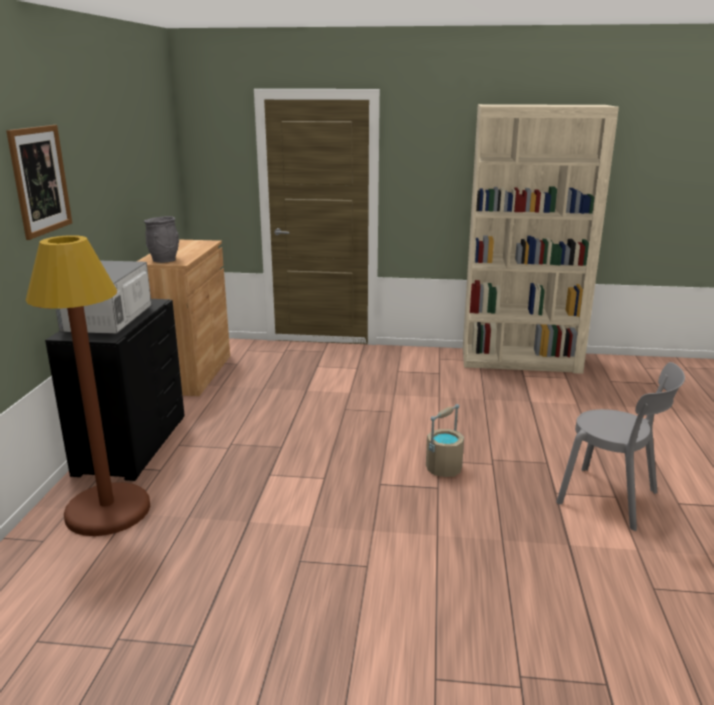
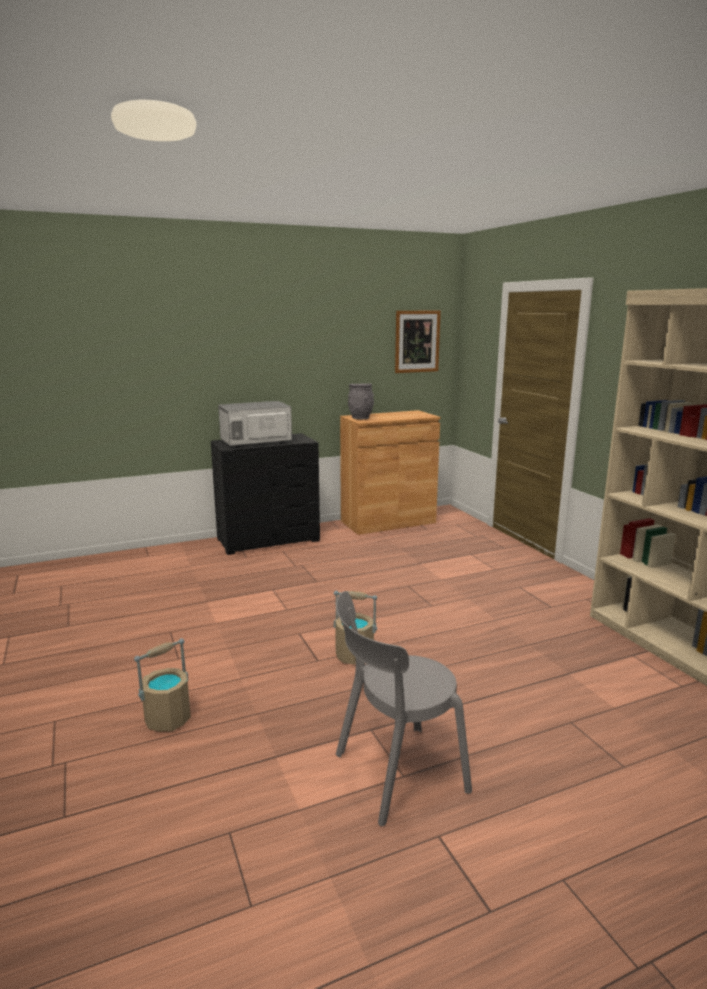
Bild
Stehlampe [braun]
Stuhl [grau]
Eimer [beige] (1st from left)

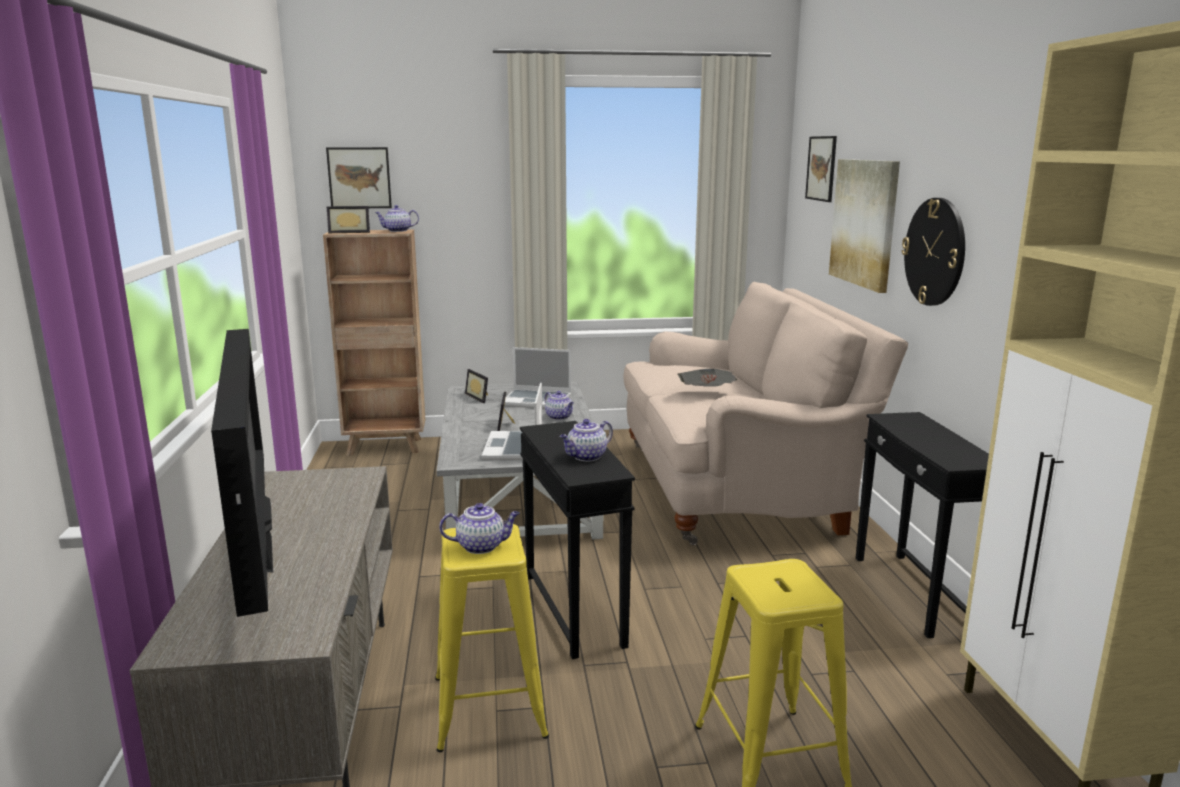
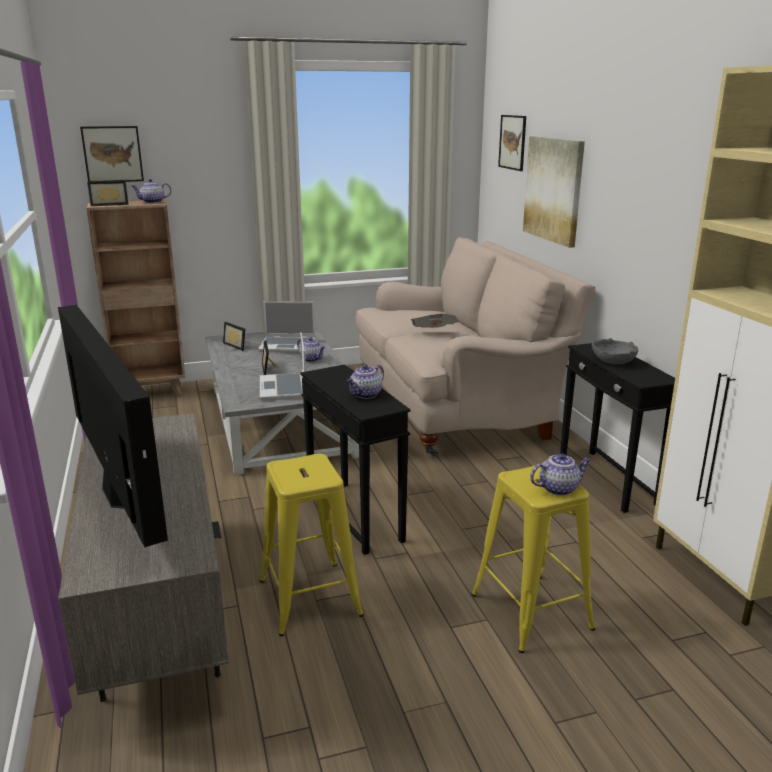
Teekanne (4th from left)
Wanduhr
Schüssel [grau]

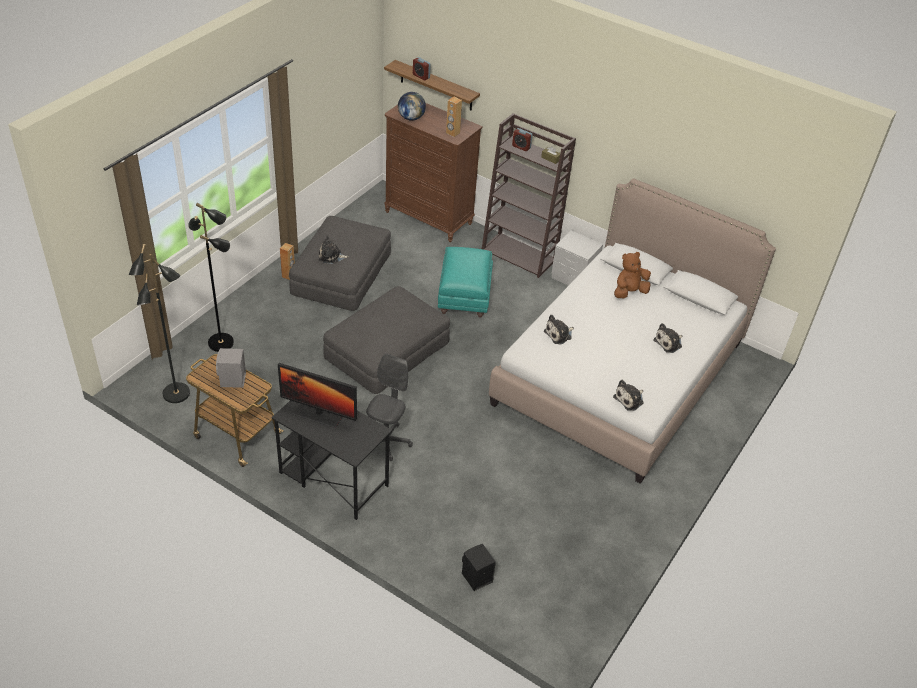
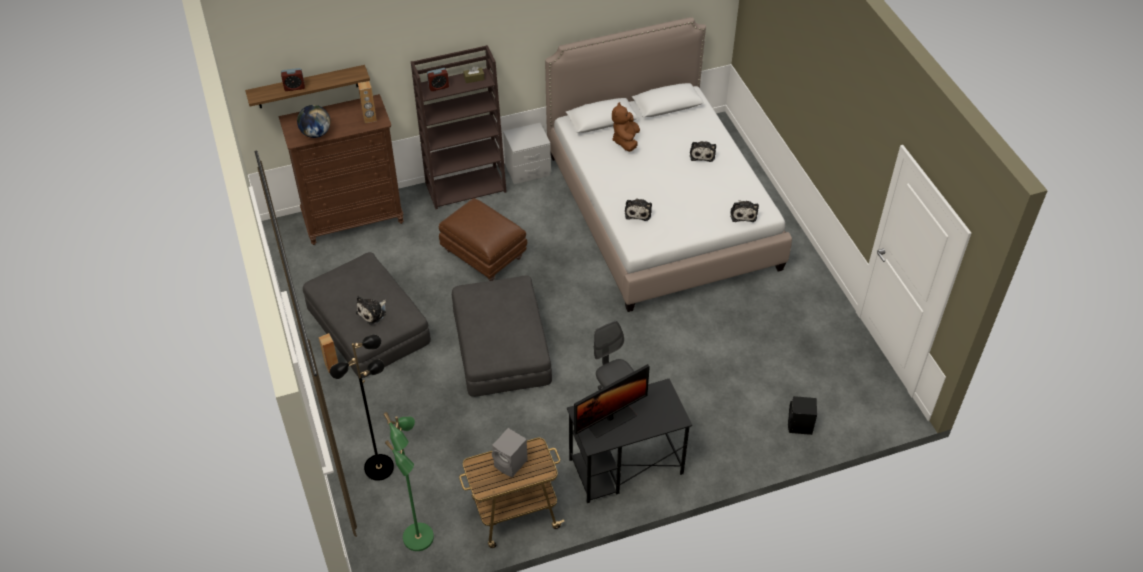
Stehlampe [grün]
Polsterhocker [braun]

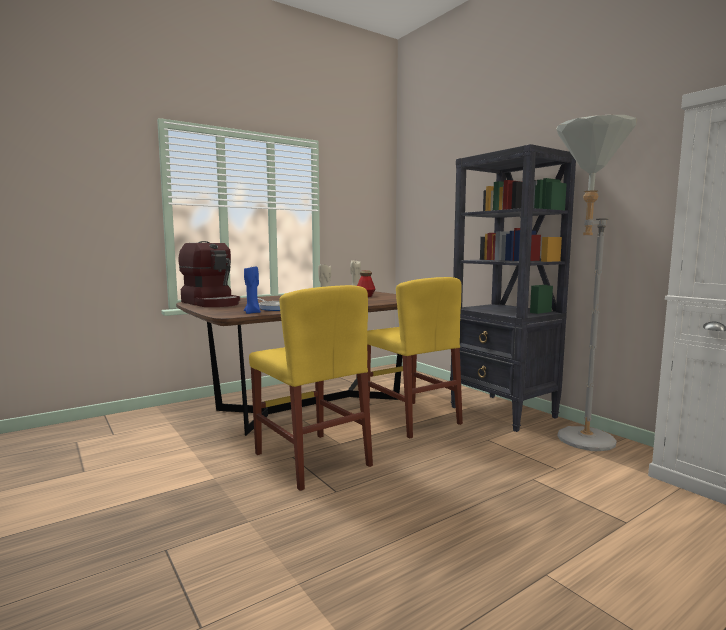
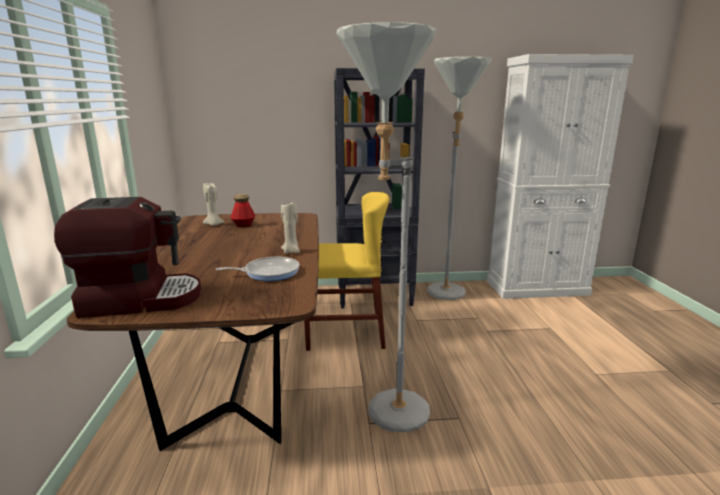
Kerze [blau]
Stehlampe [grau] (1st from left)

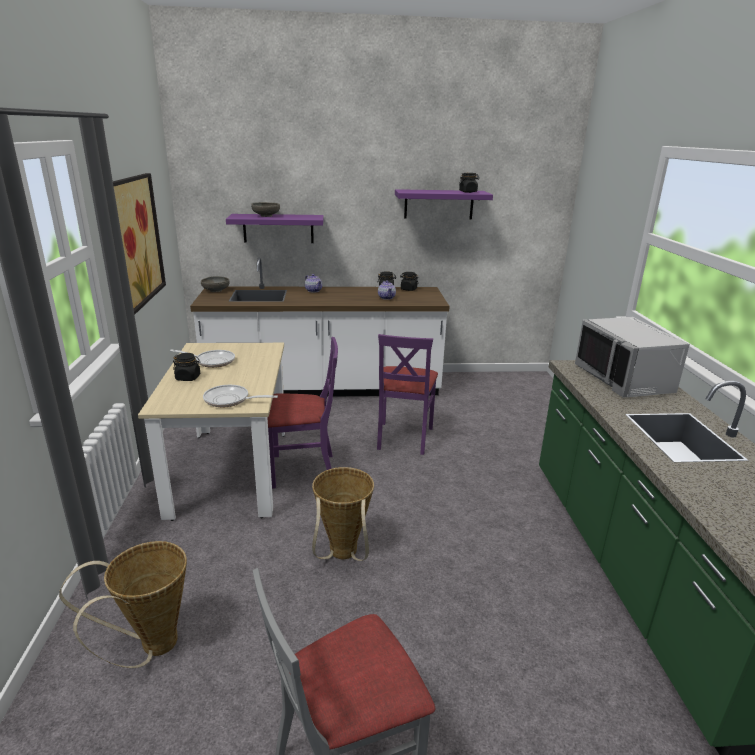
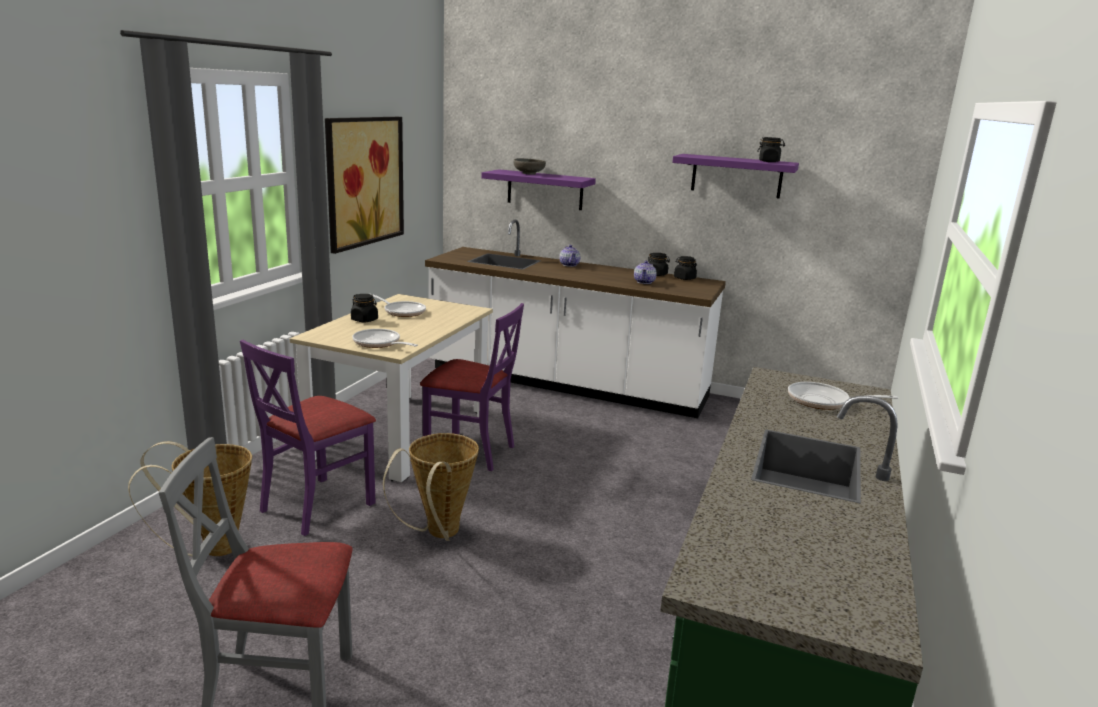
Schüssel [grau] (1st from left in the first image)
Stuhl [lila] (1st from left)
Pfanne (3rd from left)

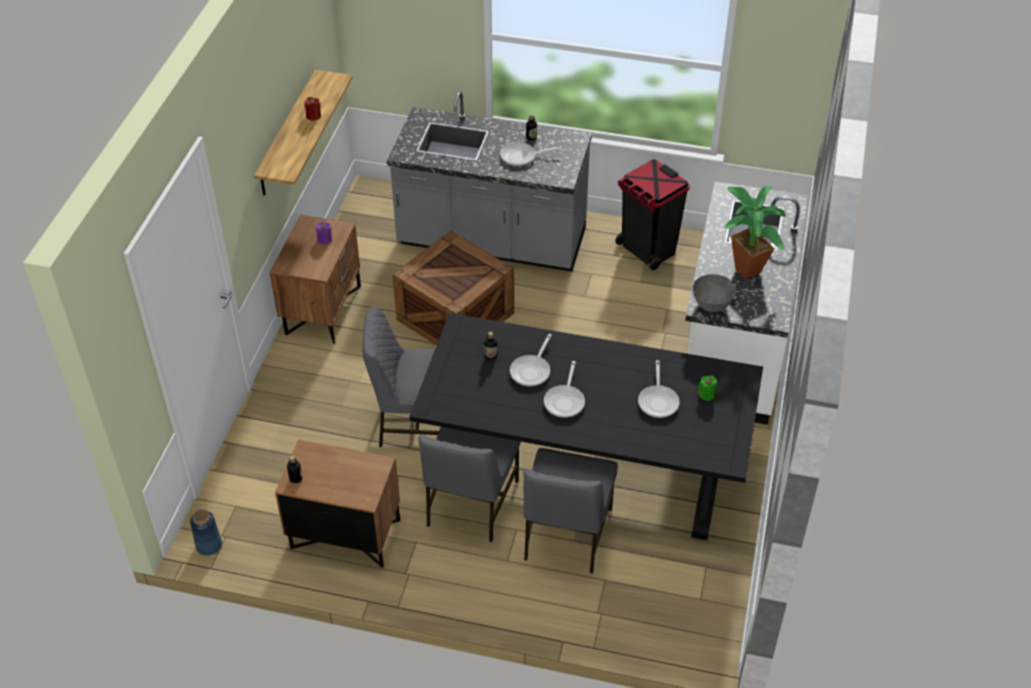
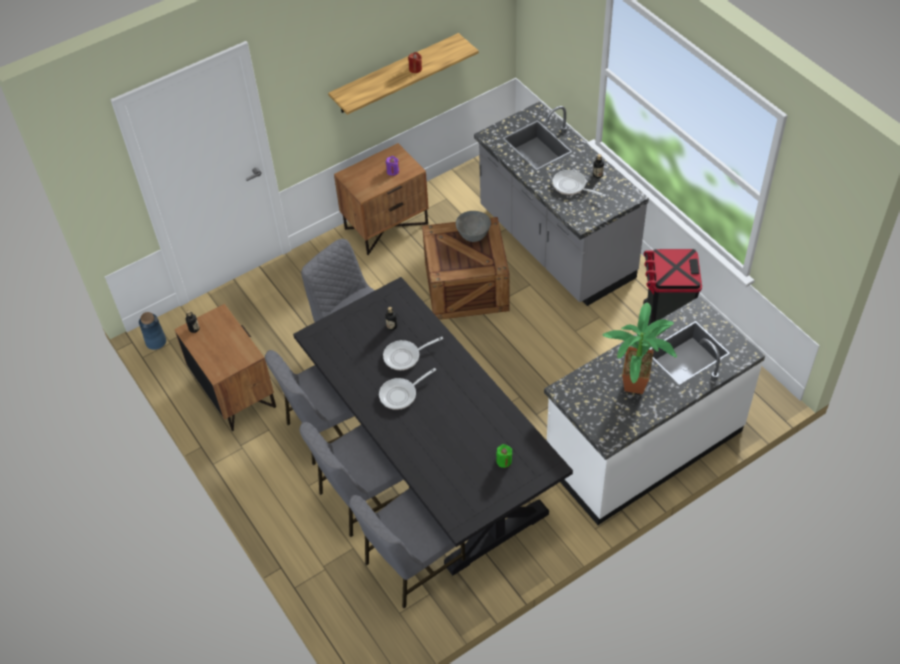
Pfanne (4th from left in the first image)
Schüssel [grau]
Stuhl [grau] (4th from left)

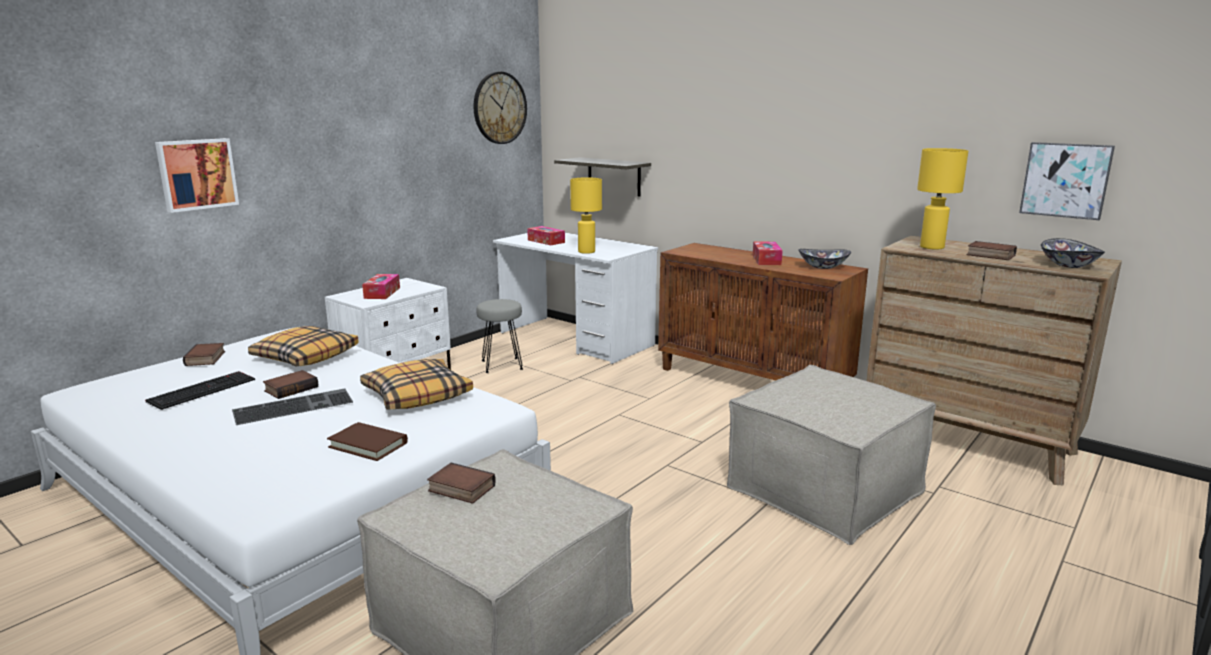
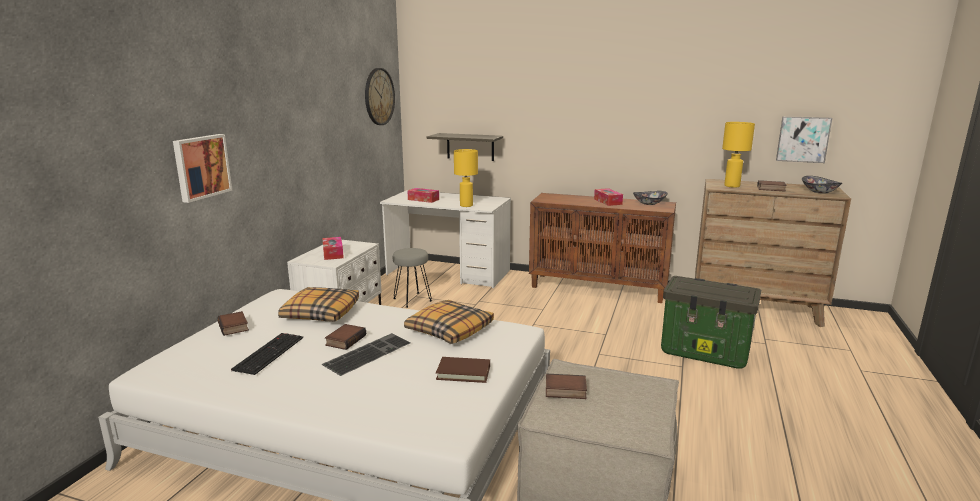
Aufbewahrungsbox

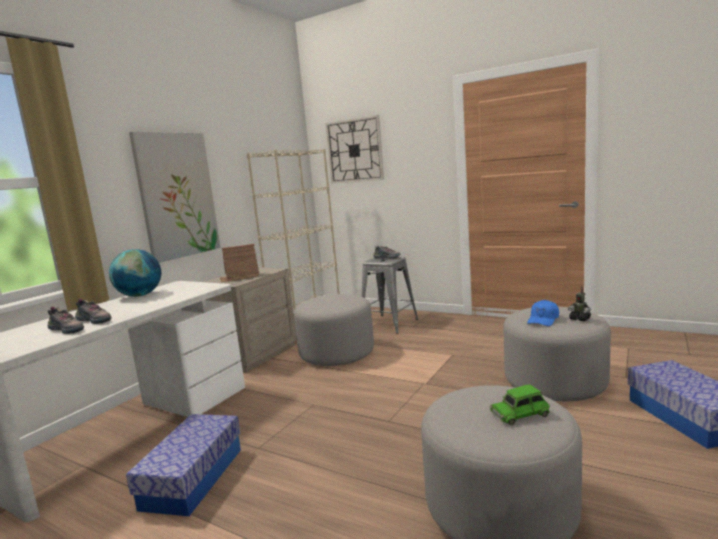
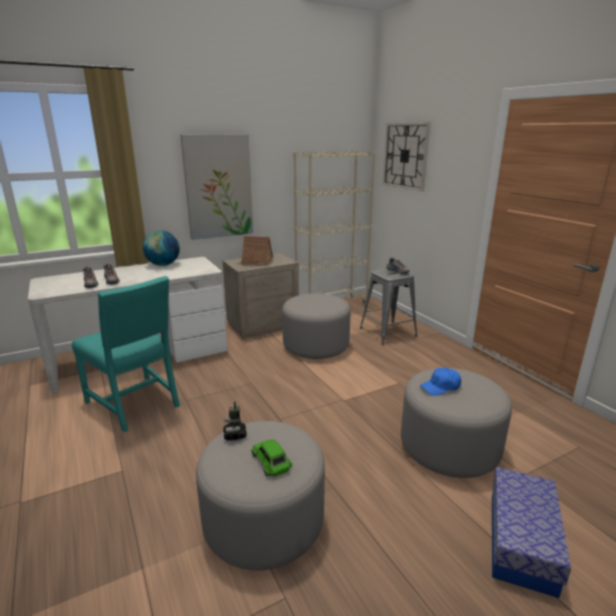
Stuhl [türkis]
Spielzeugauto [grün]
Spielzeugroboter

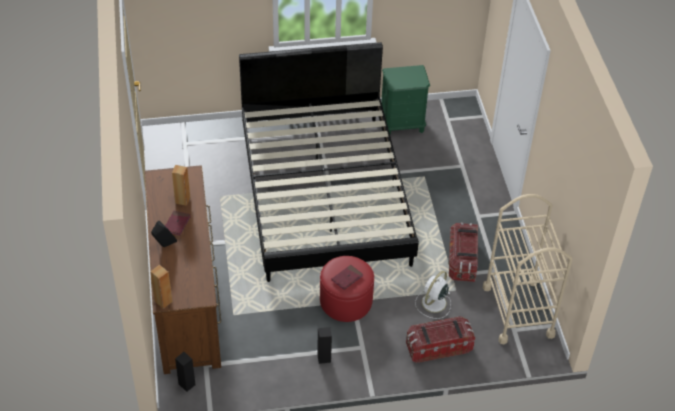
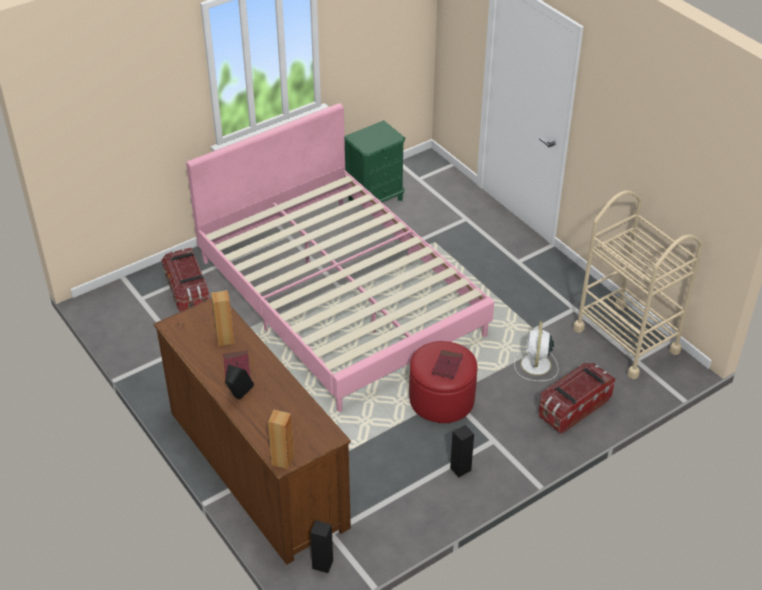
Bett [rosa]
Aufbewahrungsbox (1st from left)

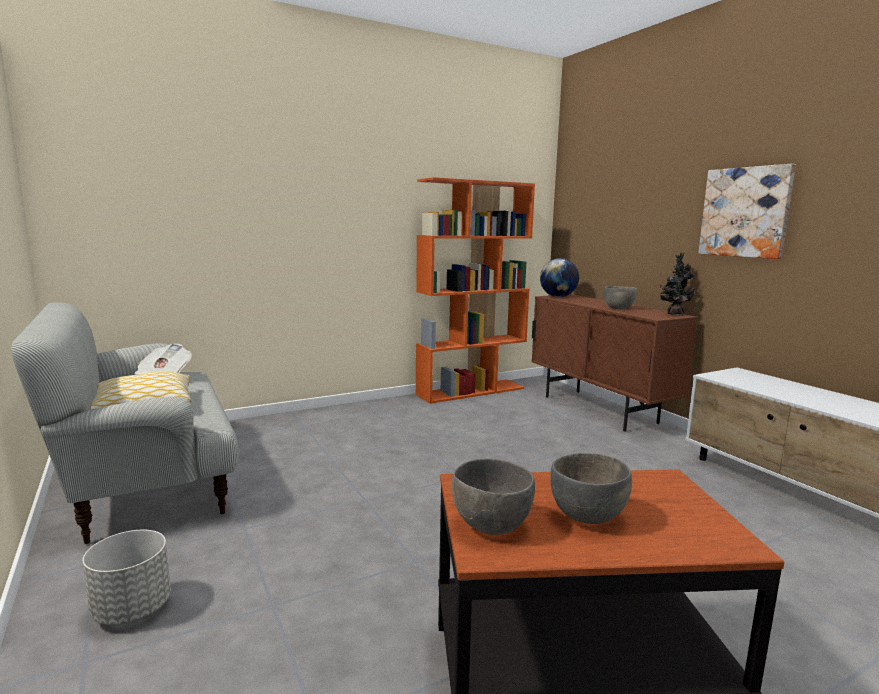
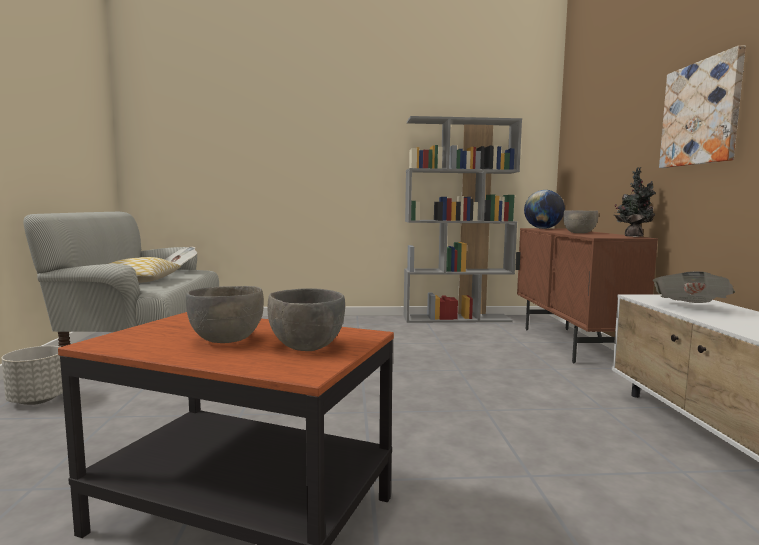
Bücherregal [grau]
Schüssel [grau] (2nd from left)
Zeitung (2nd from left)

